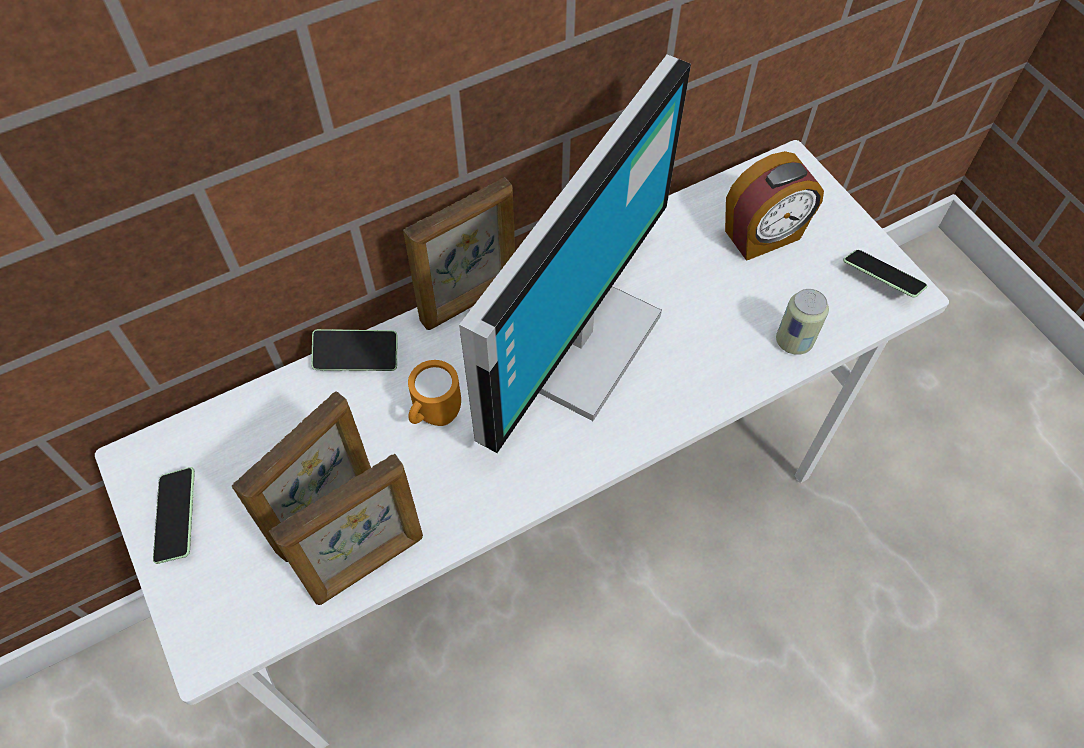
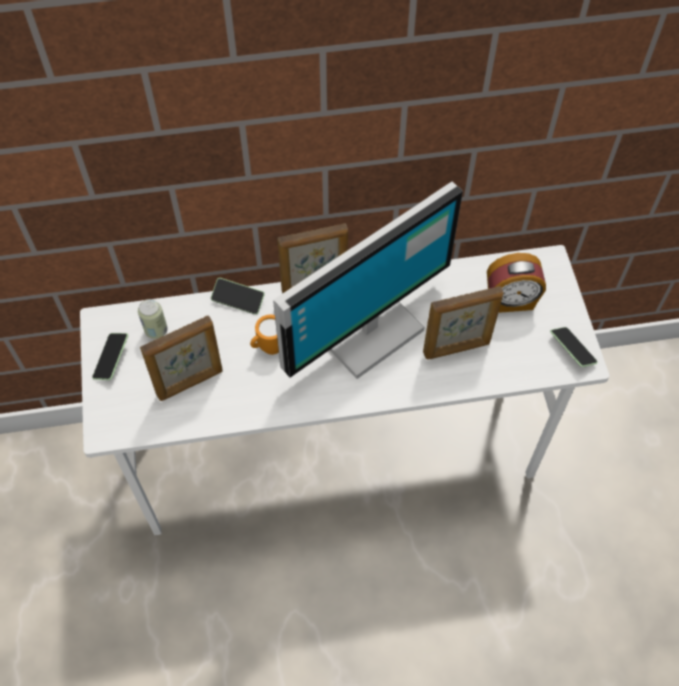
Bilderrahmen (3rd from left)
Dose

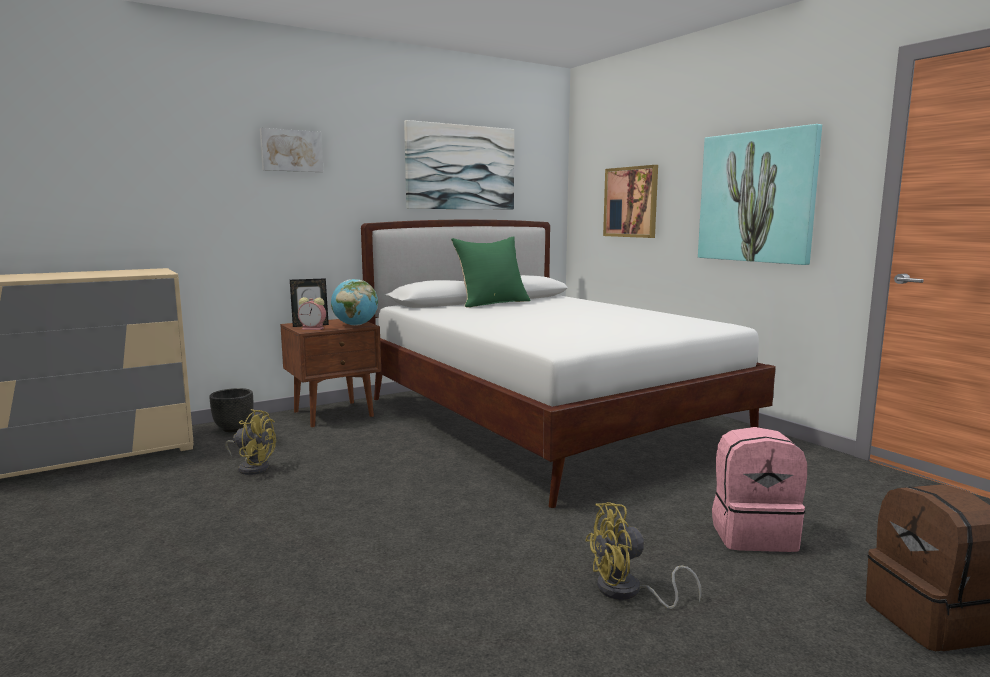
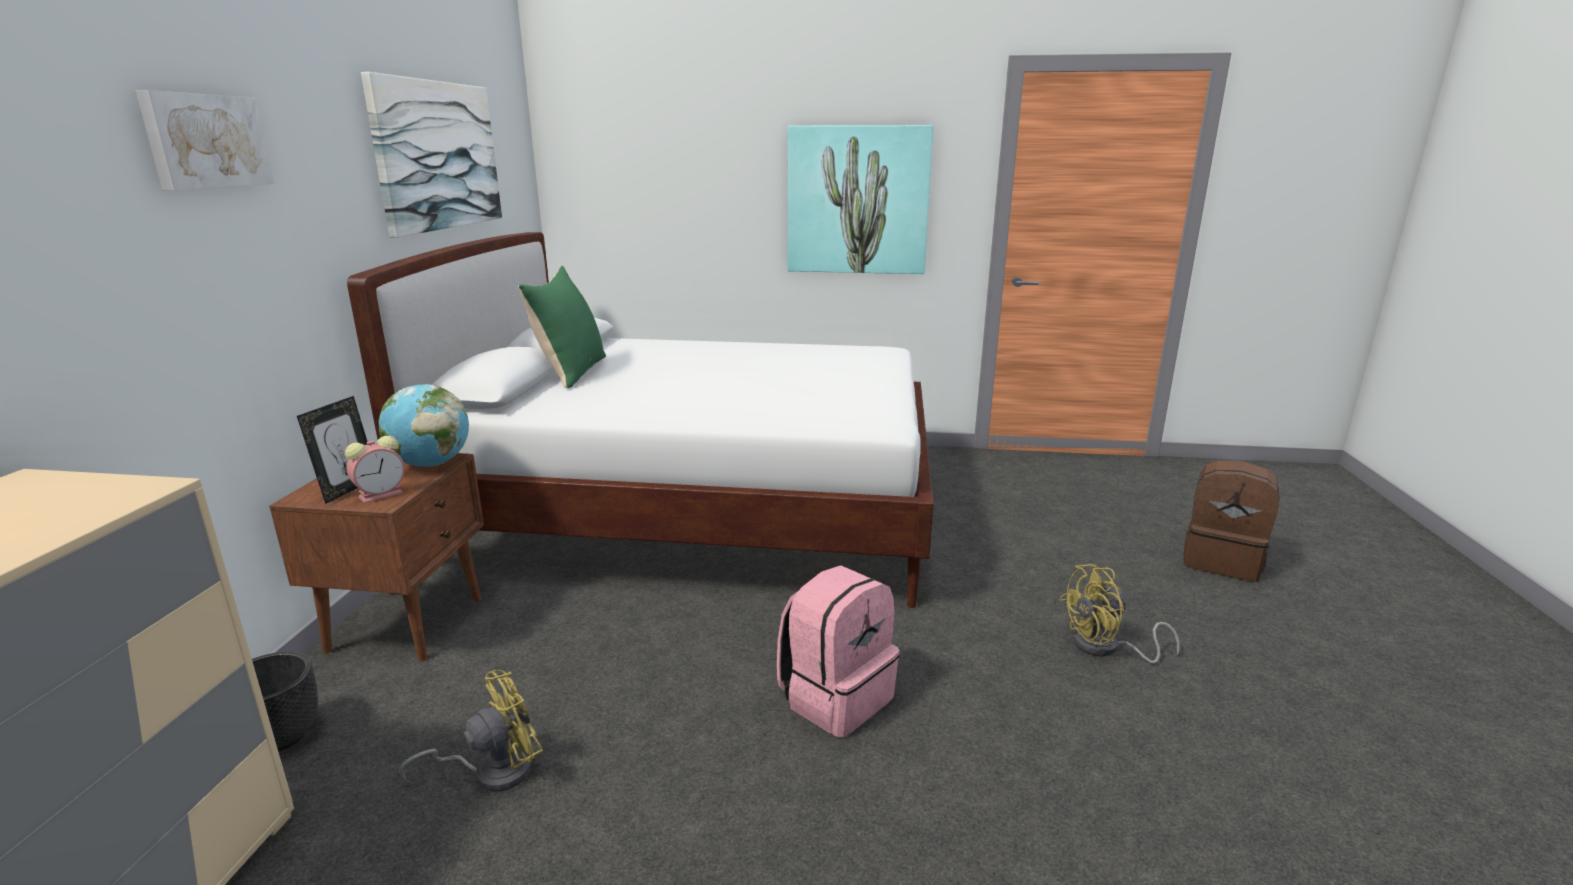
Ventilator [gelb] (2nd from left)
Bild (3rd from left in the first image)
Rucksack [rosa]

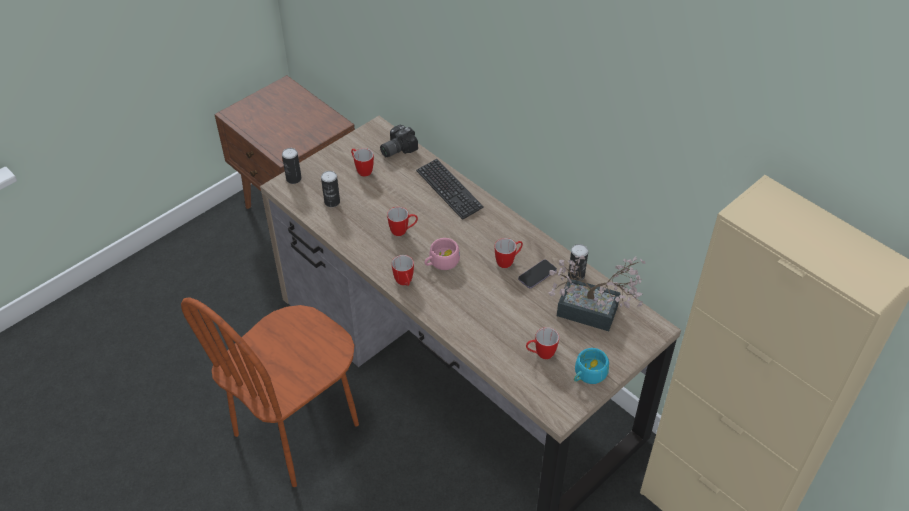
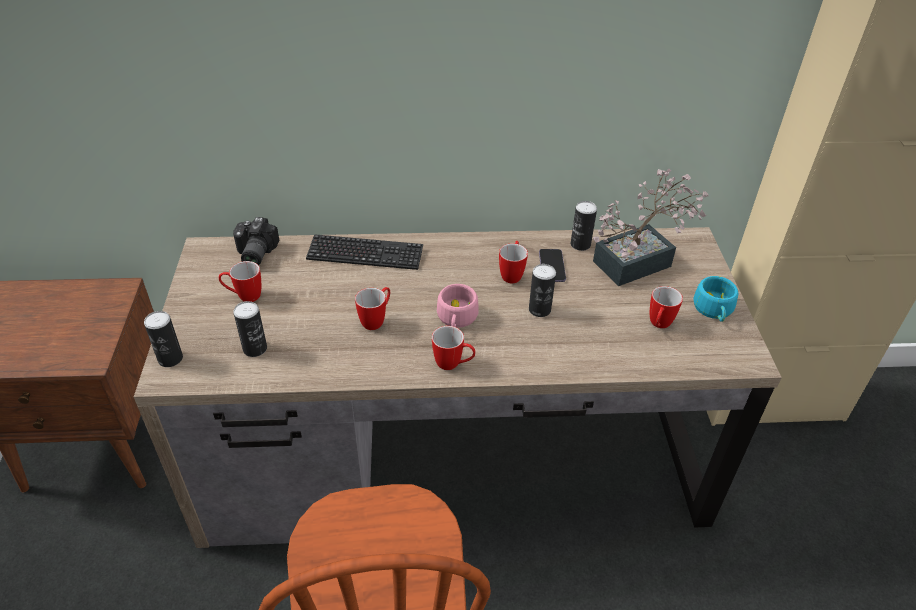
Dose (3rd from left)

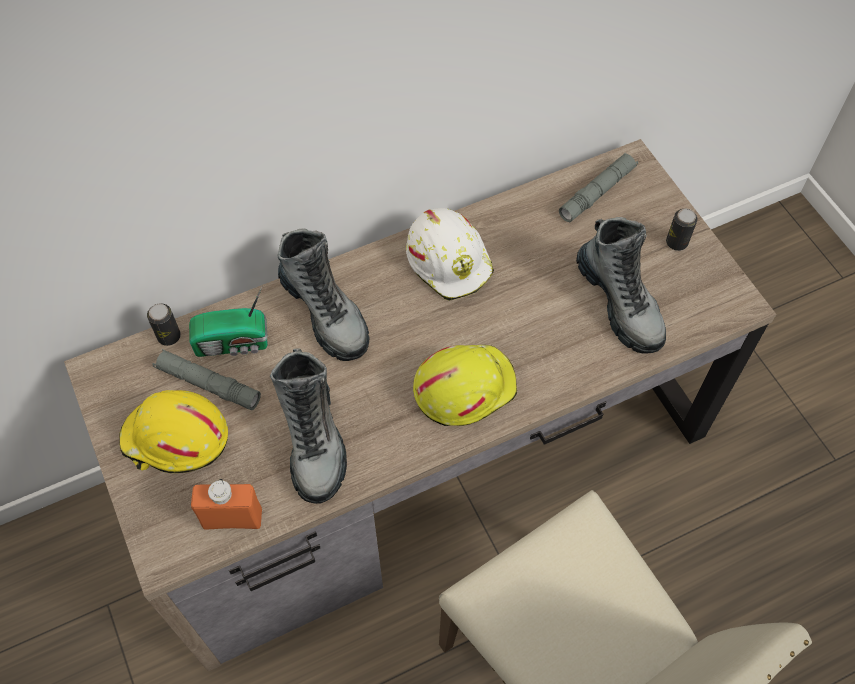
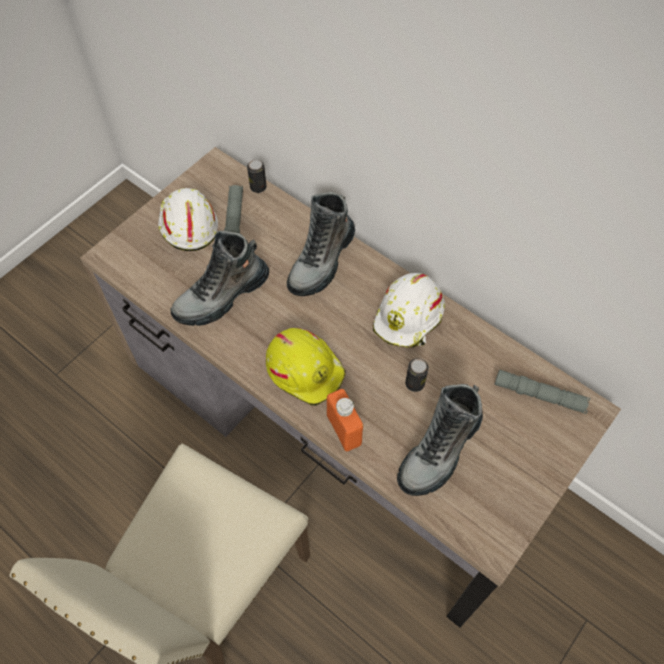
Schutzhelm [weiß] (1st from left)
Radio
Flasche [orange]
Dose (2nd from left)

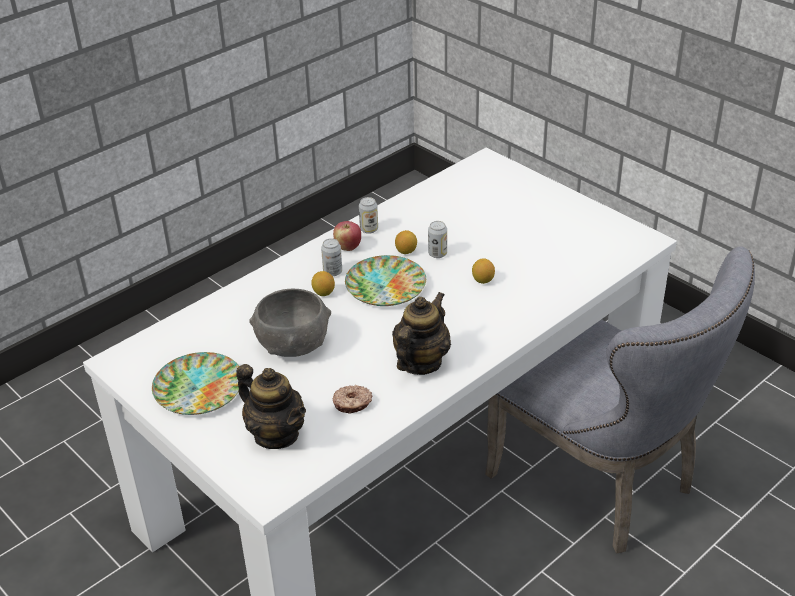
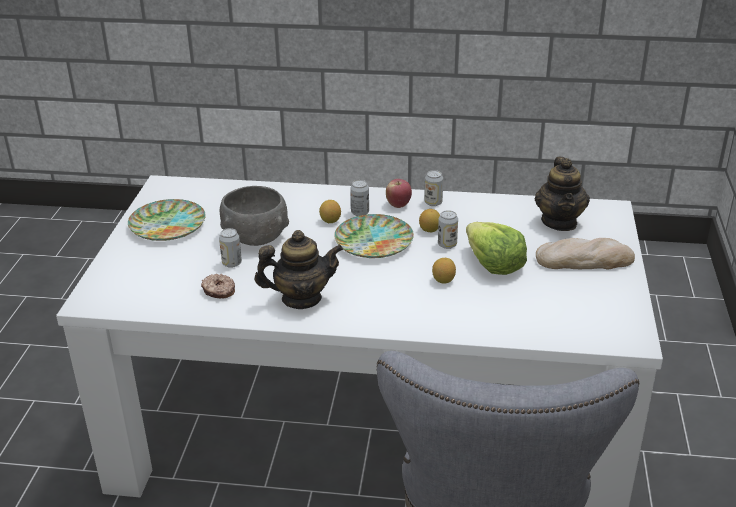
Teekanne (2nd from left)
Dose (1st from left)
Salatkopf
Brot

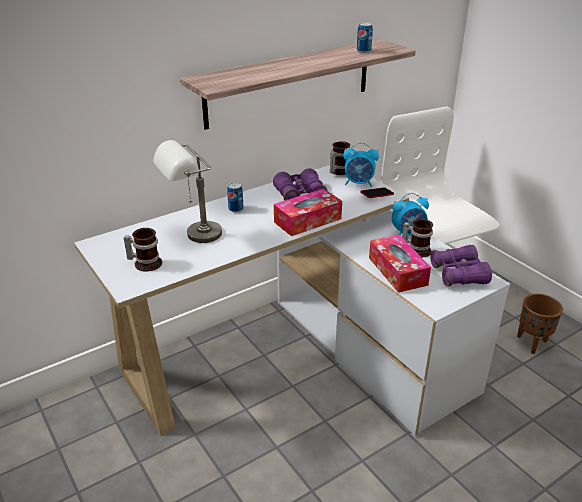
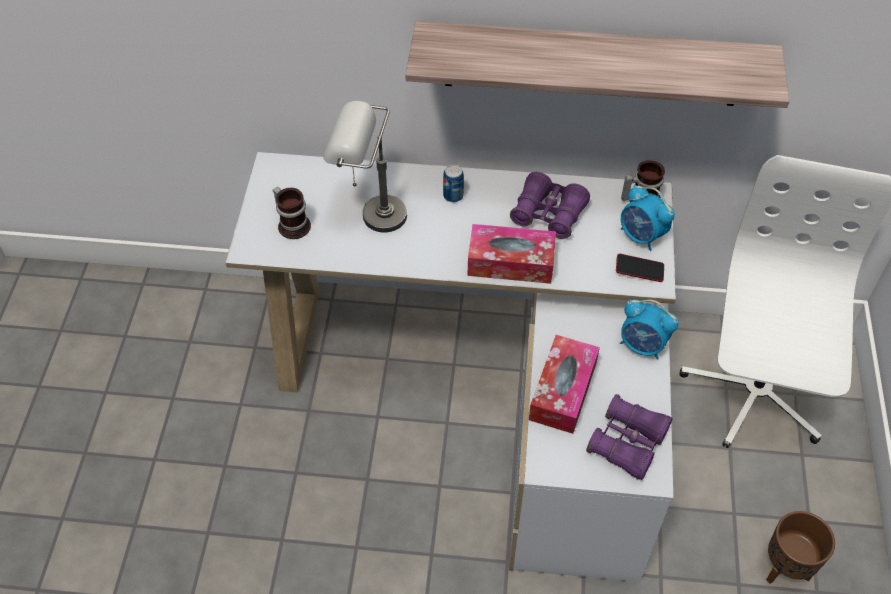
Dose (2nd from left in the first image)
Henkelbecher (3rd from left in the first image)

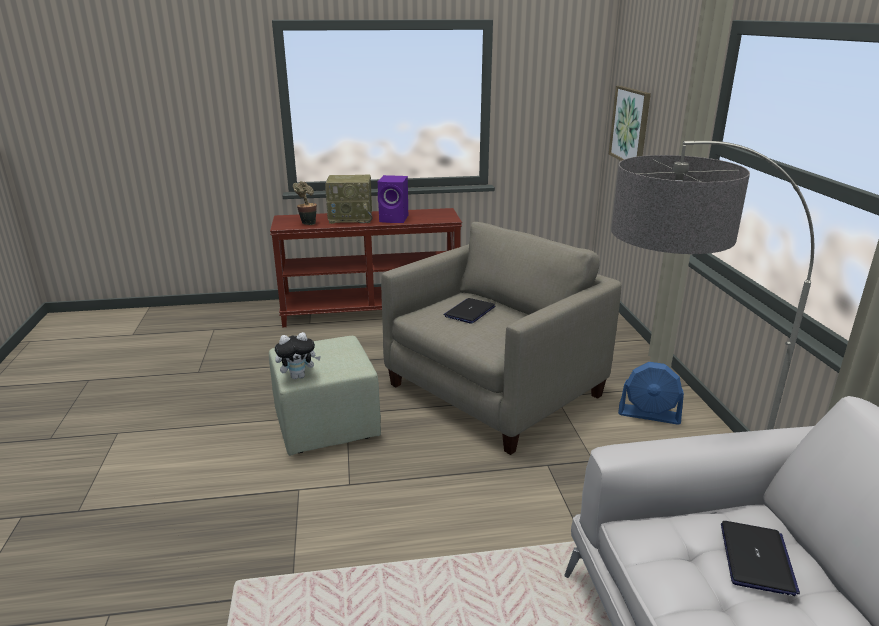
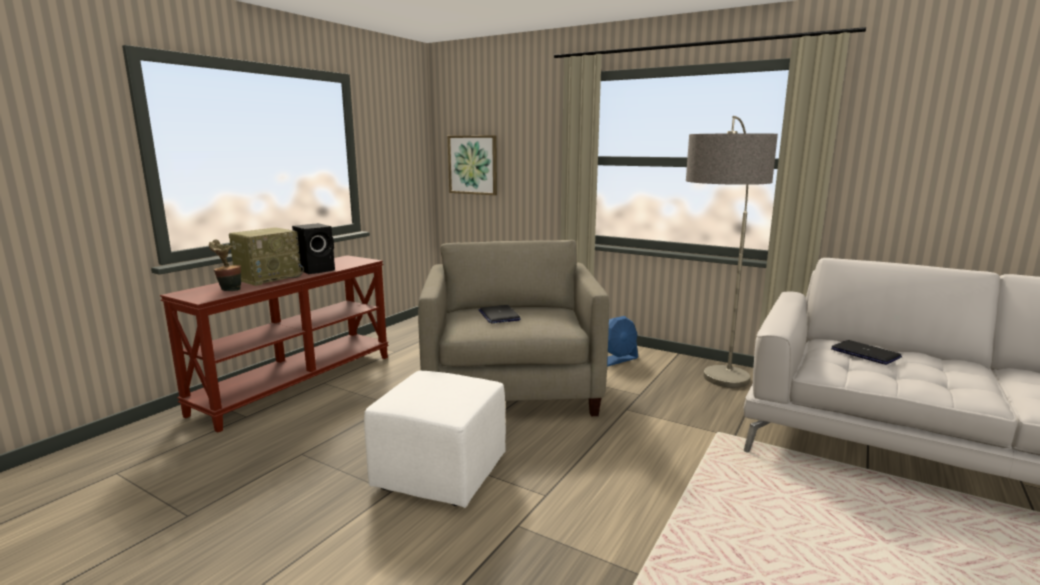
Polsterhocker [weiß]
Plüschtier
Lautsprecher [schwarz]

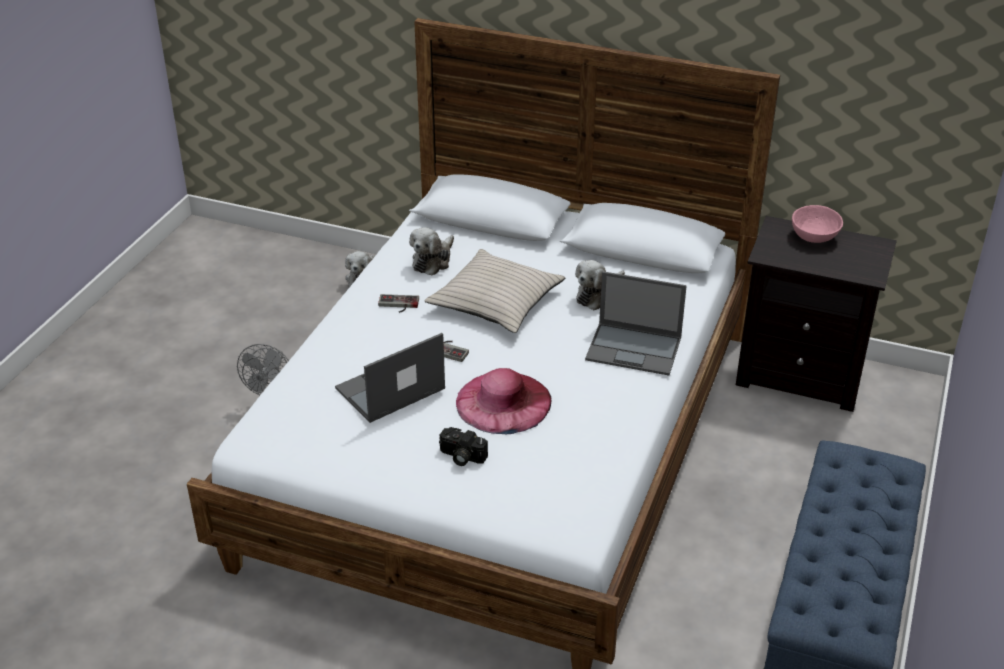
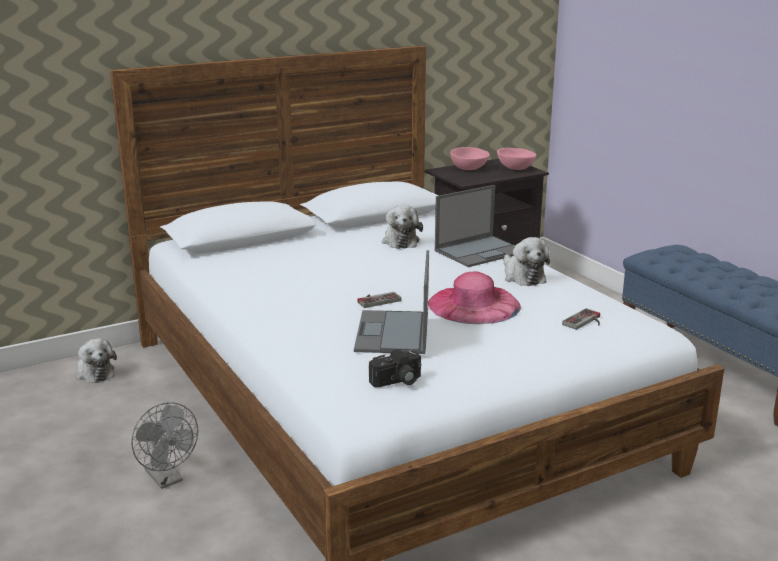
Gamepad (2nd from left)
Plüschtier (3rd from left)
Kissen [beige]
Kamera
Schüssel [rosa] (2nd from left)

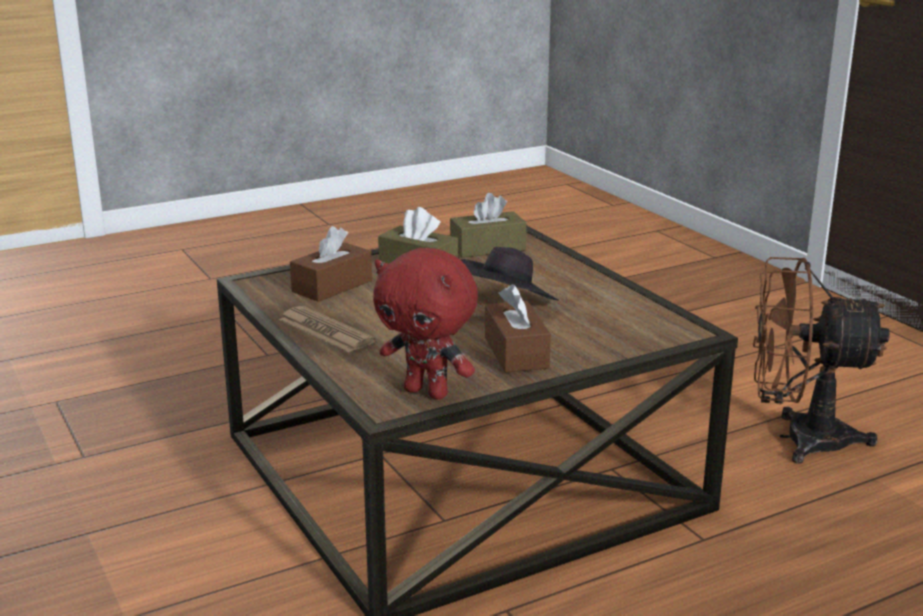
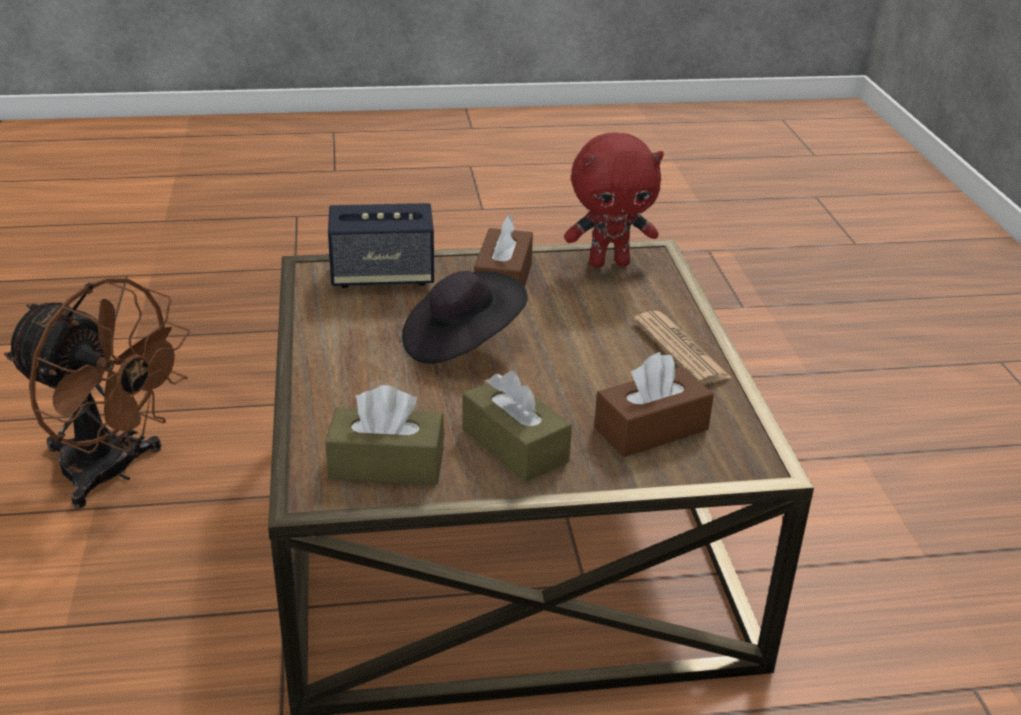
Plüschtier [rot]
Lautsprecher

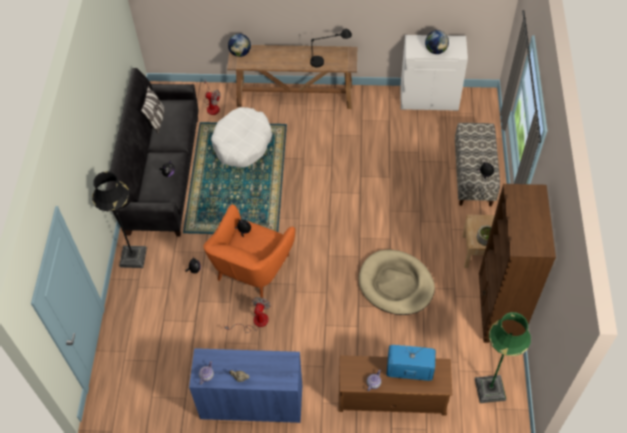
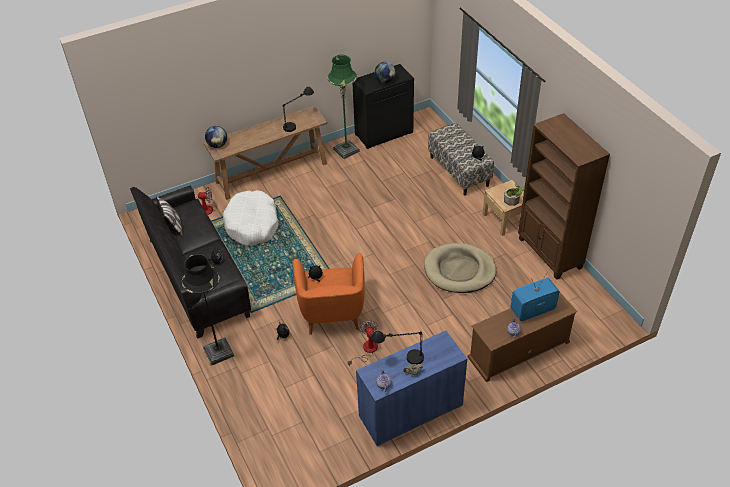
Schrank [schwarz]
Stehlampe [grün]
Tischlampe [schwarz] (2nd from left)

